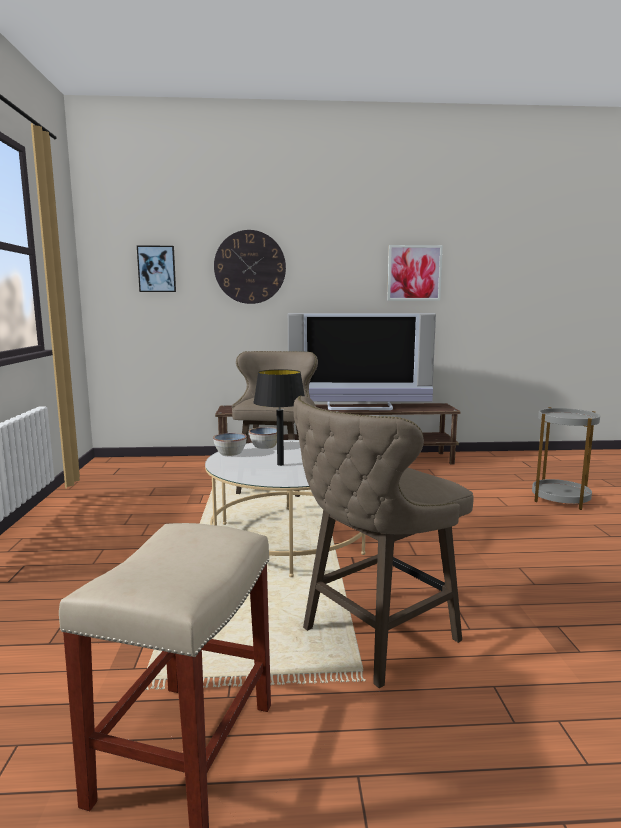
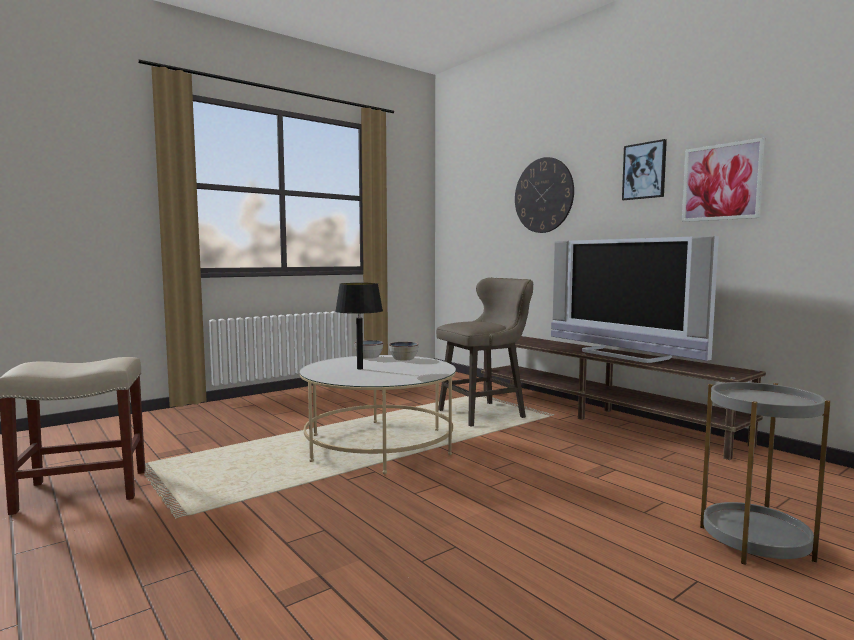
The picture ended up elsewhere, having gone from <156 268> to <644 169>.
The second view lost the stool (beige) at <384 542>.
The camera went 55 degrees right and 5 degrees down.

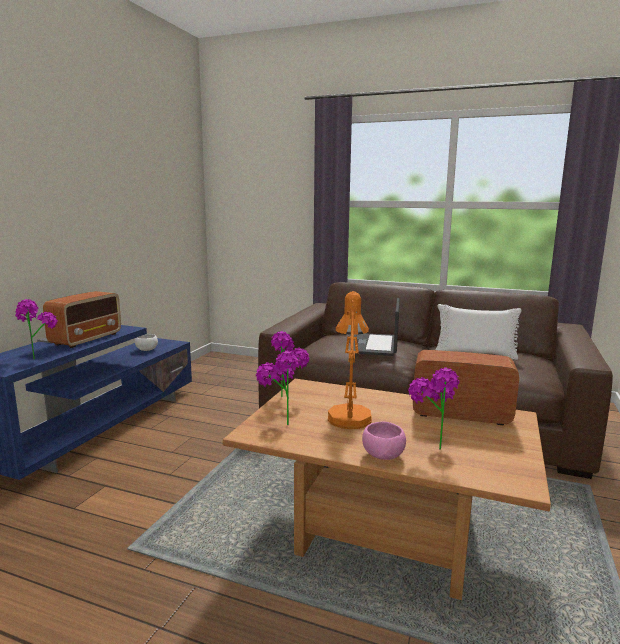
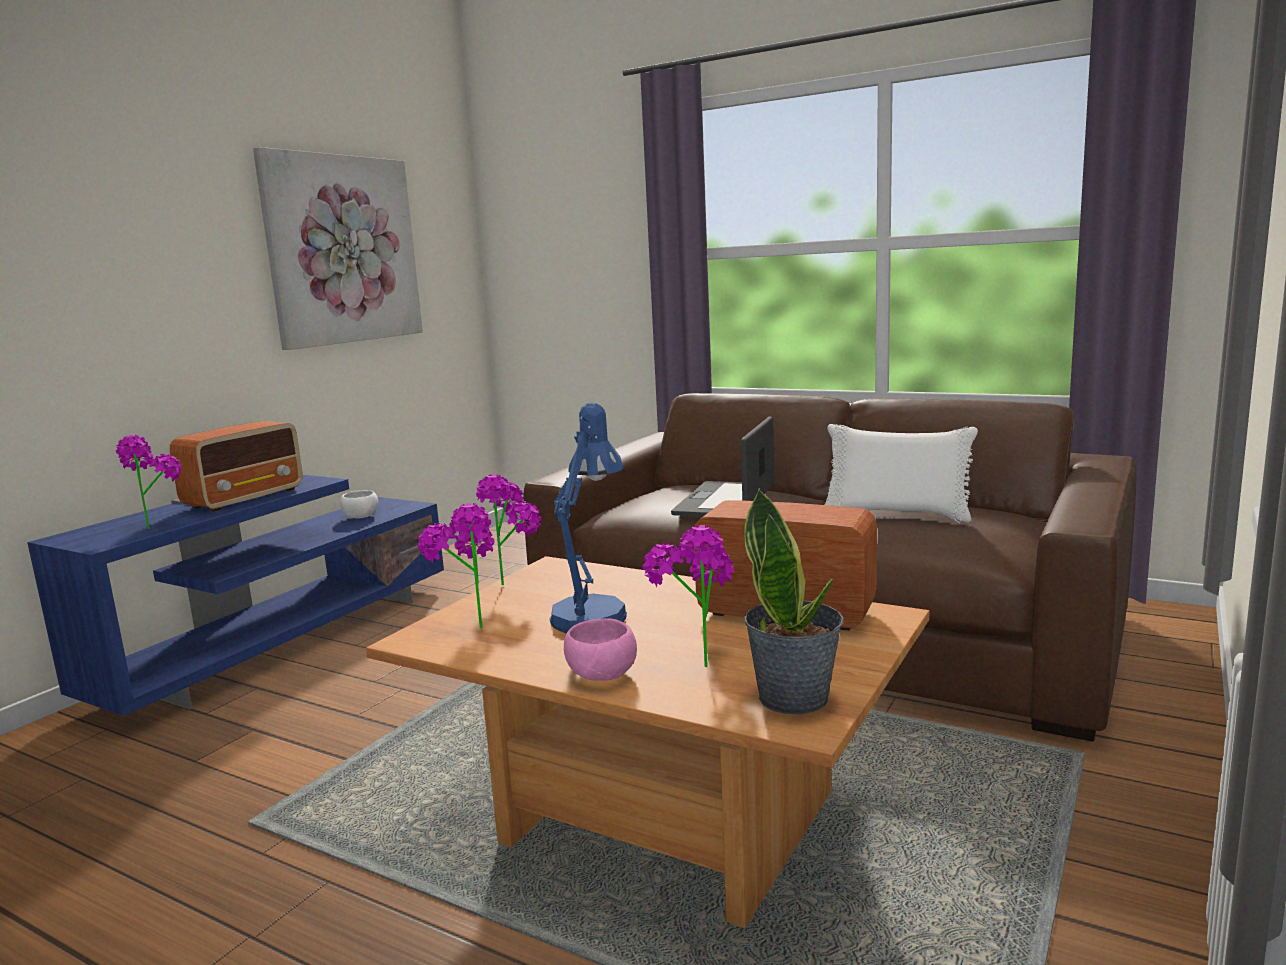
What was the table lamp (orange) at <350 360> turned into the table lamp (blue) at <588 517>.
The second view gained the picture at <338 248>.
The second view gained the potted plant at <794 601>.
The camera went 10 degrees right and 0 degrees up.

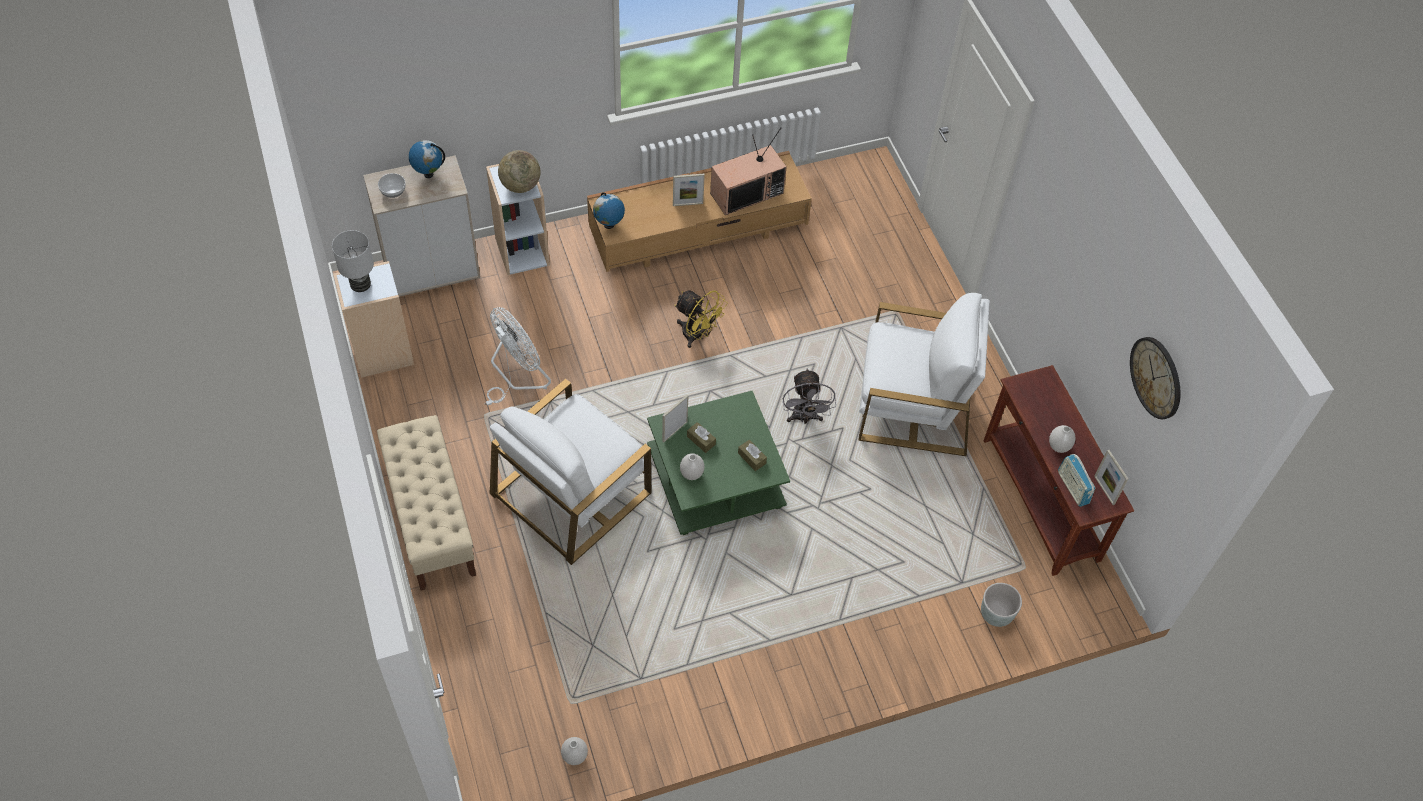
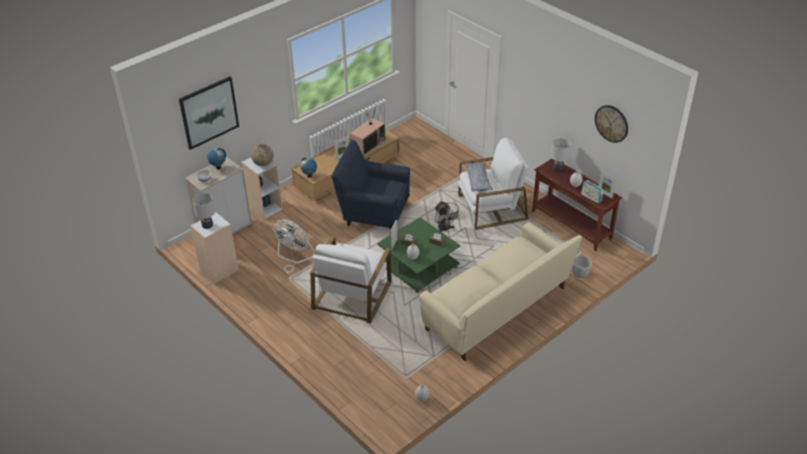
The second view lost the bench (beige) at <426 502>.
Where the fan (yellow) stood at <701 319>, the armchair (blue) came to stand at <370 184>.
The second view gained the picture at <209 113>.
The second view gained the sofa (beige) at <500 291>.
The second view gained the pillow at <479 177>.
The second view gained the table lamp (grey) at <560 155>.
The camera went 20 degrees left and 15 degrees down.

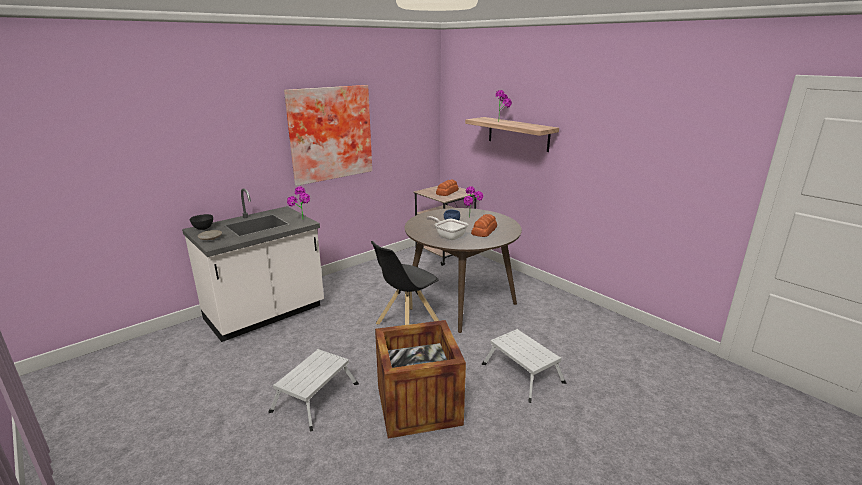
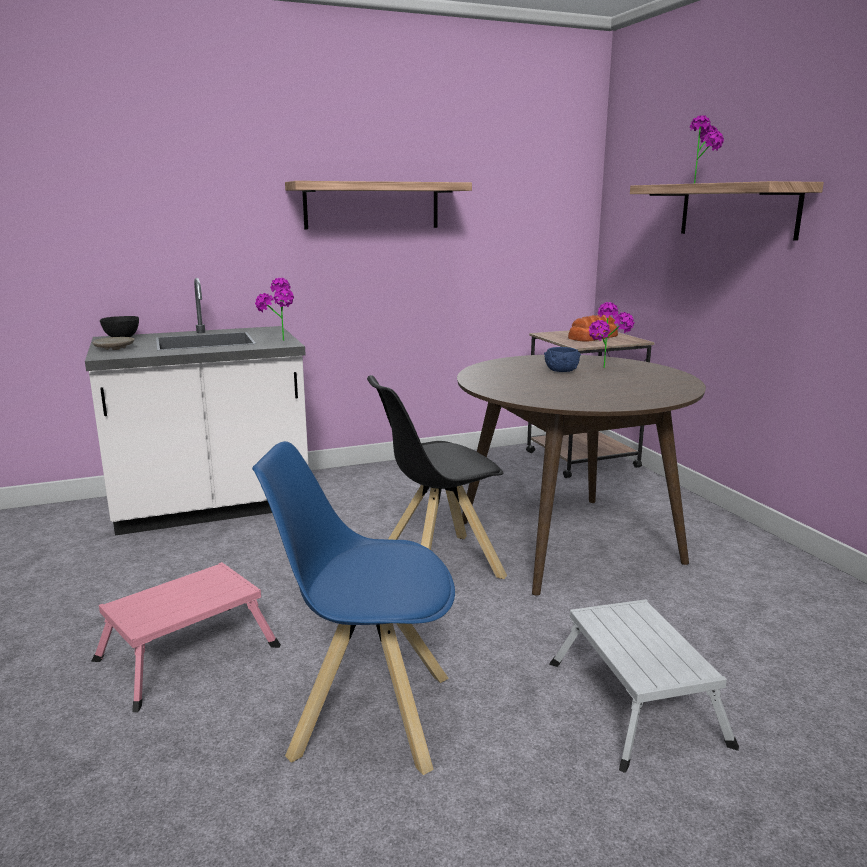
What was the step ladder (white) at <313 390> turned into the step ladder (pink) at <186 637>.
Where the picture hung at <328 135>, the shelf came to hang at <378 205>.
Where the crate stood at <420 379>, the chair (blue) came to stand at <353 608>.
The second view lost the frying pan at <447 228>.
The second view lost the bread at <484 225>.
The camera went 20 degrees right and 5 degrees down.

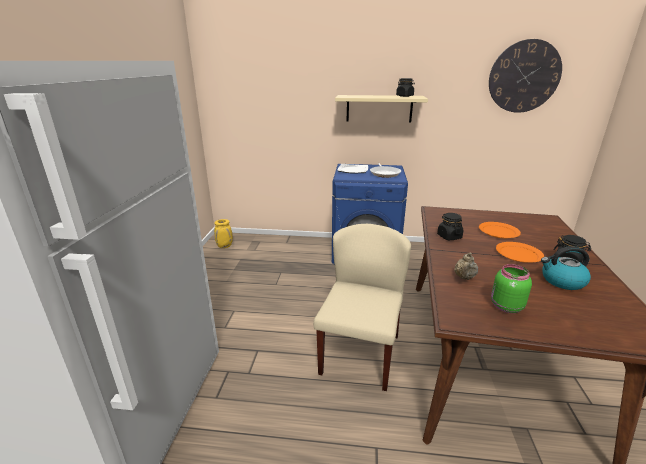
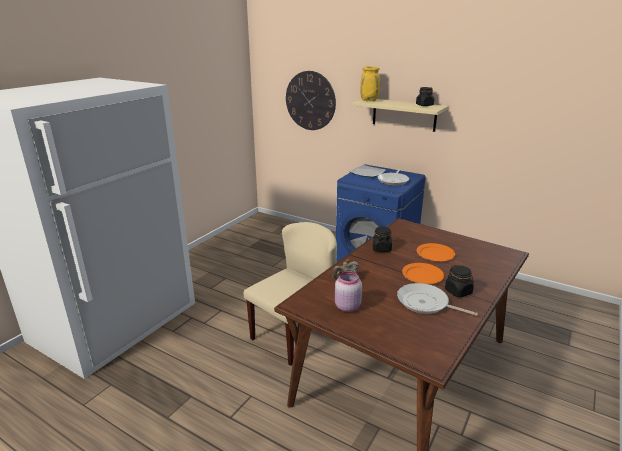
The vase (yellow) ended up elsewhere, having gone from <223 233> to <370 84>.
The wall clock ended up elsewhere, having gone from <525 76> to <311 100>.
What was the jar (green) at <511 288> turned into the jar (pink) at <348 291>.
Where the kettle stood at <566 268>, the frying pan came to stand at <437 299>.
The camera went 25 degrees right and 0 degrees up.

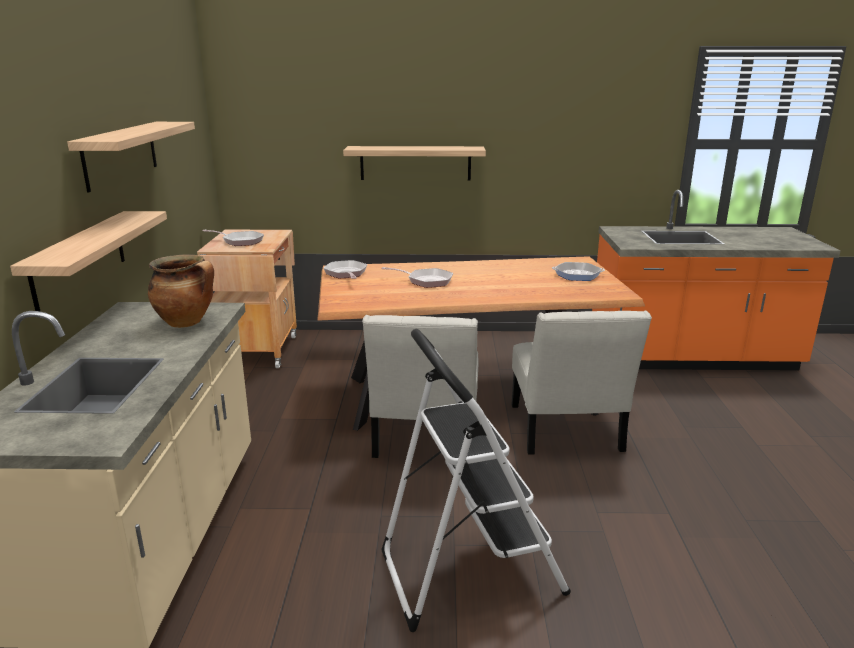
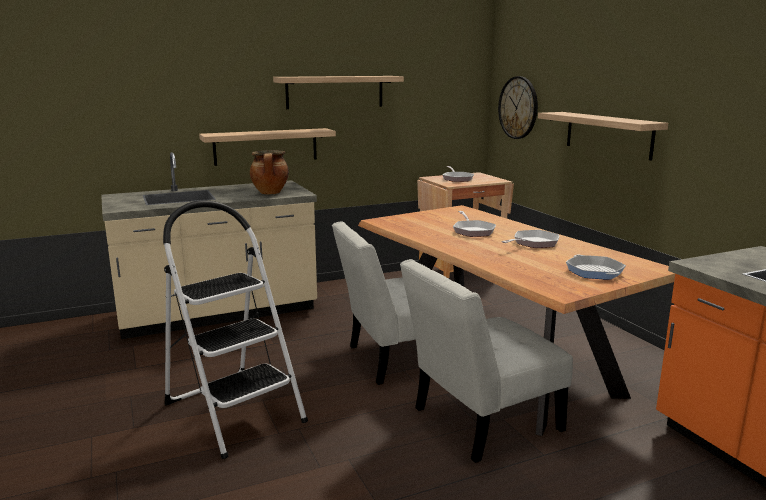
The frying pan ended up elsewhere, having gone from <345 269> to <530 239>.
The second view gained the wall clock at <518 107>.
The camera went 65 degrees right and 5 degrees down.

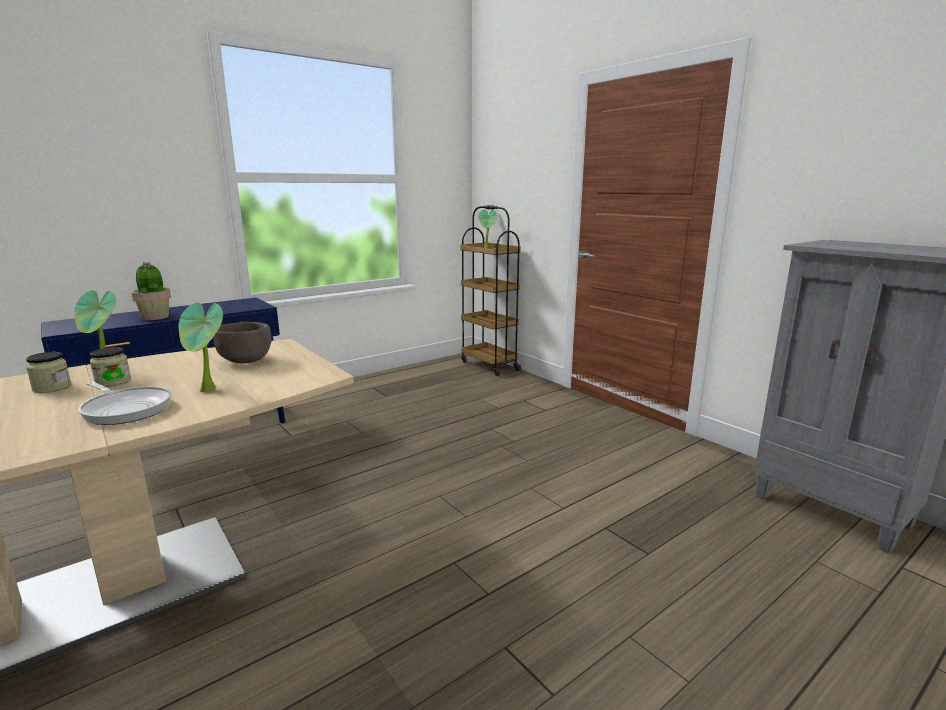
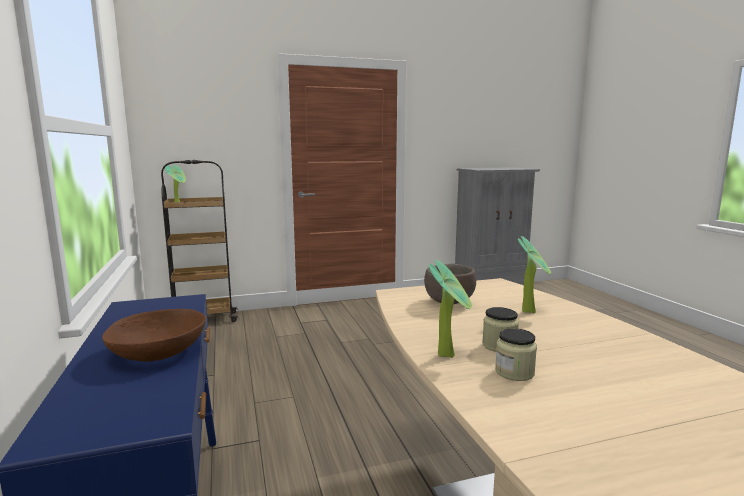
The second view lost the frying pan at <125 403>.
Where the potted plant stood at <151 291>, the bowl (brown) came to stand at <154 335>.
The camera went 70 degrees left and 5 degrees down.

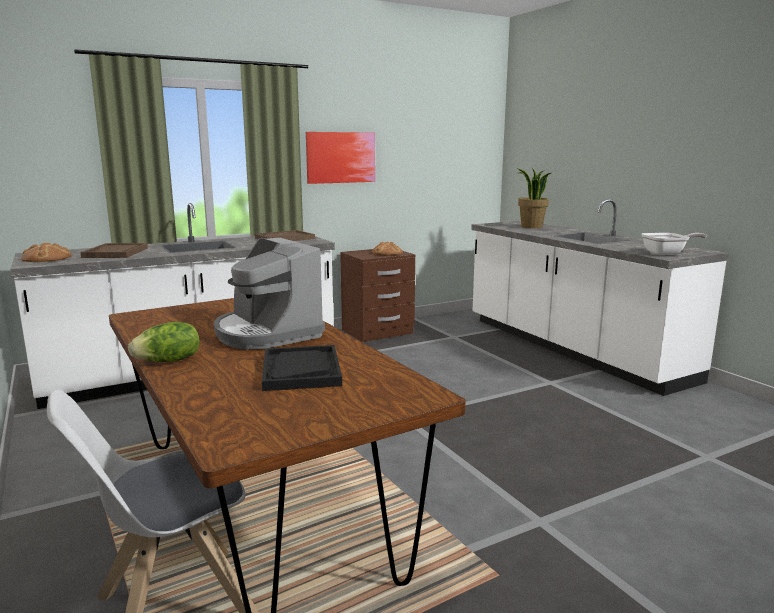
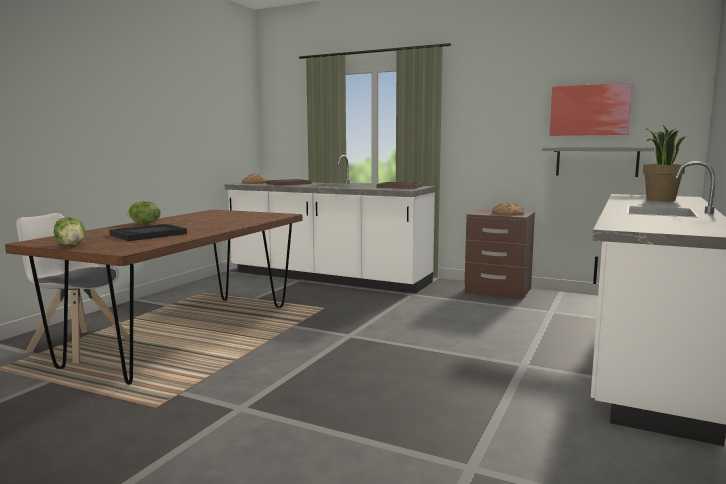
The second view lost the coffee machine at <269 294>.
The picture ended up elsewhere, having gone from <340 158> to <591 109>.
The second view lost the frying pan at <674 244>.
The second view gained the lettuce at <69 231>.
The second view gained the shelf (grey) at <598 162>.
The camera went 55 degrees right and 5 degrees down.

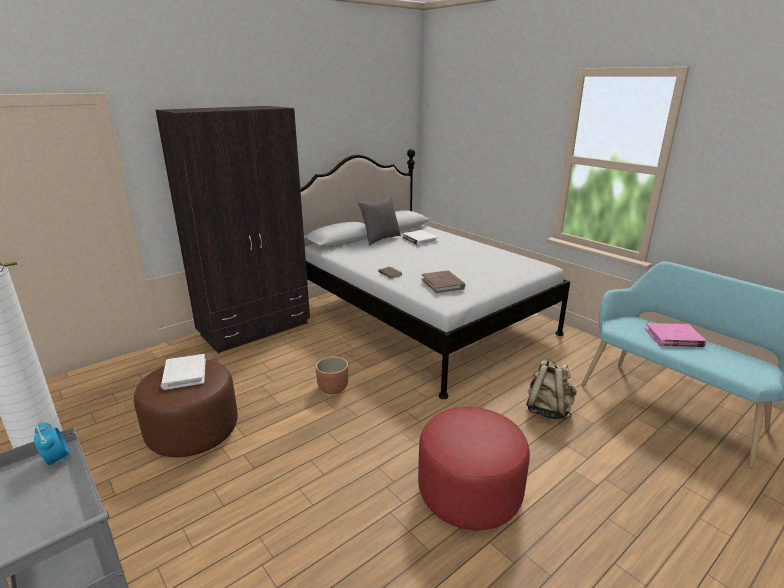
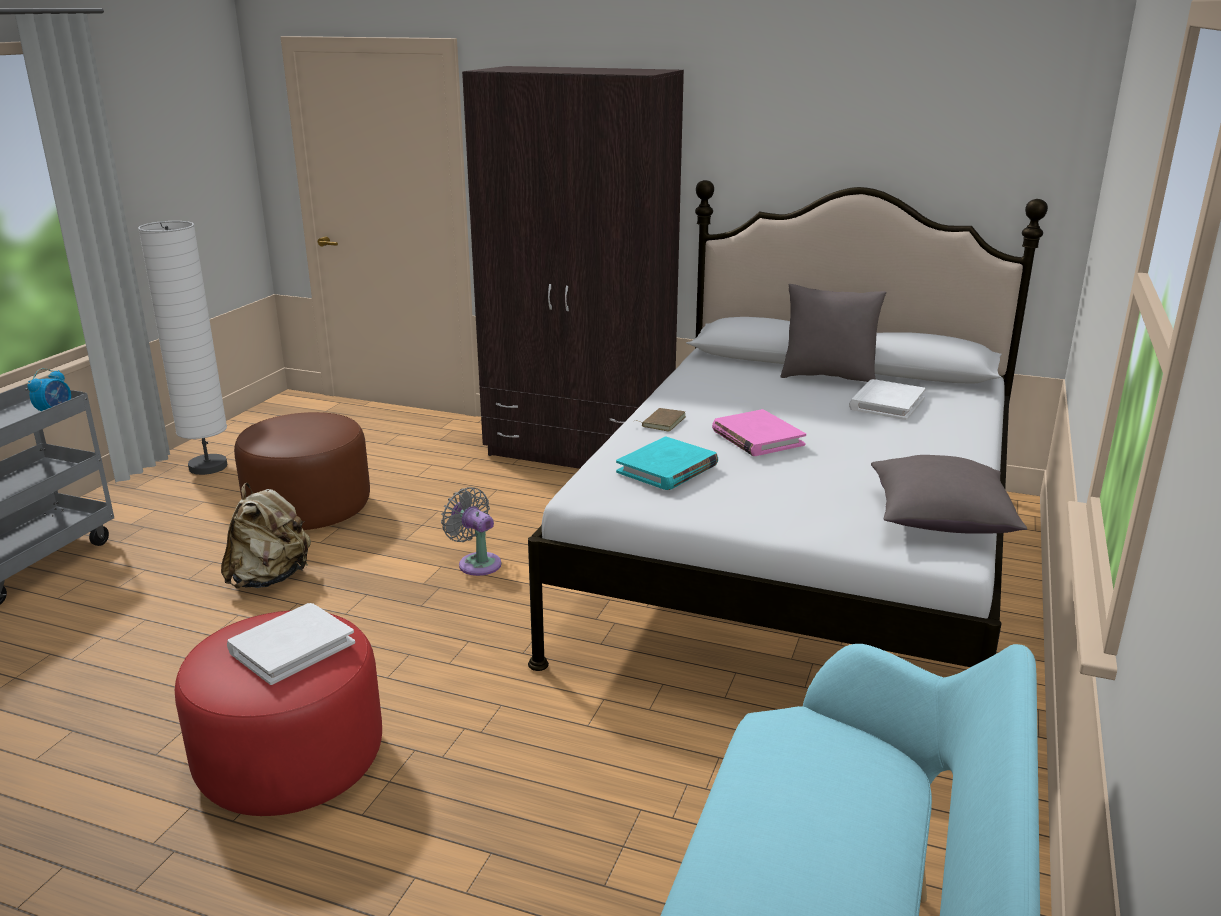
The book (white) ended up elsewhere, having gone from <183 372> to <291 644>.
Where the planter (brown) stood at <332 375>, the fan (grey) came to stand at <471 531>.
What was the book (brown) at <443 281> turned into the book (turquoise) at <667 463>.
The backpack (beige) ended up elsewhere, having gone from <551 389> to <266 535>.
The book (pink) ended up elsewhere, having gone from <675 335> to <759 432>.
The second view gained the pillow (grey) at <949 494>.
The camera went 60 degrees right and 0 degrees up.

